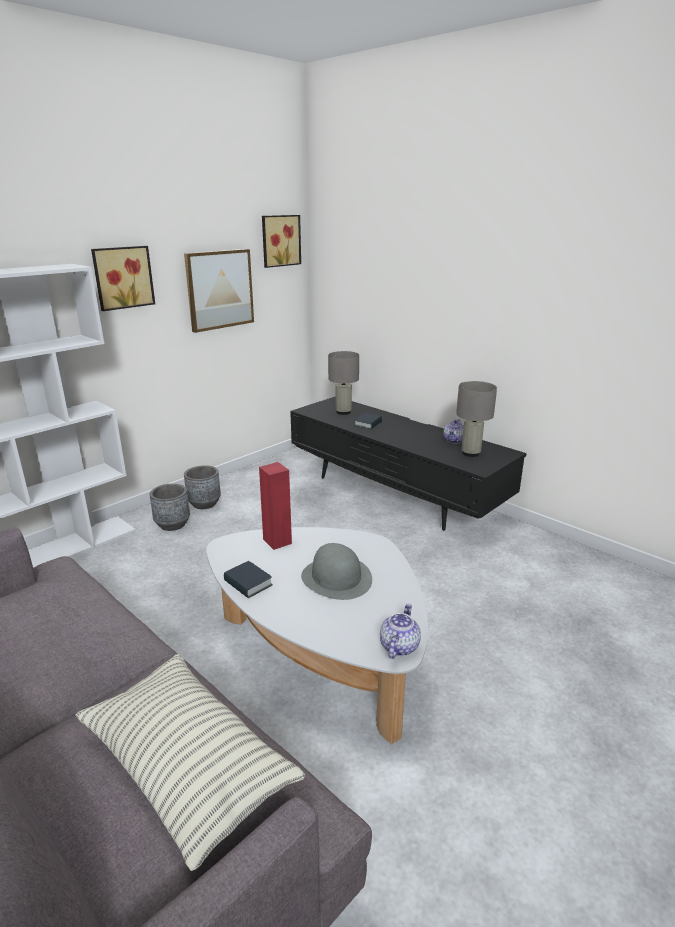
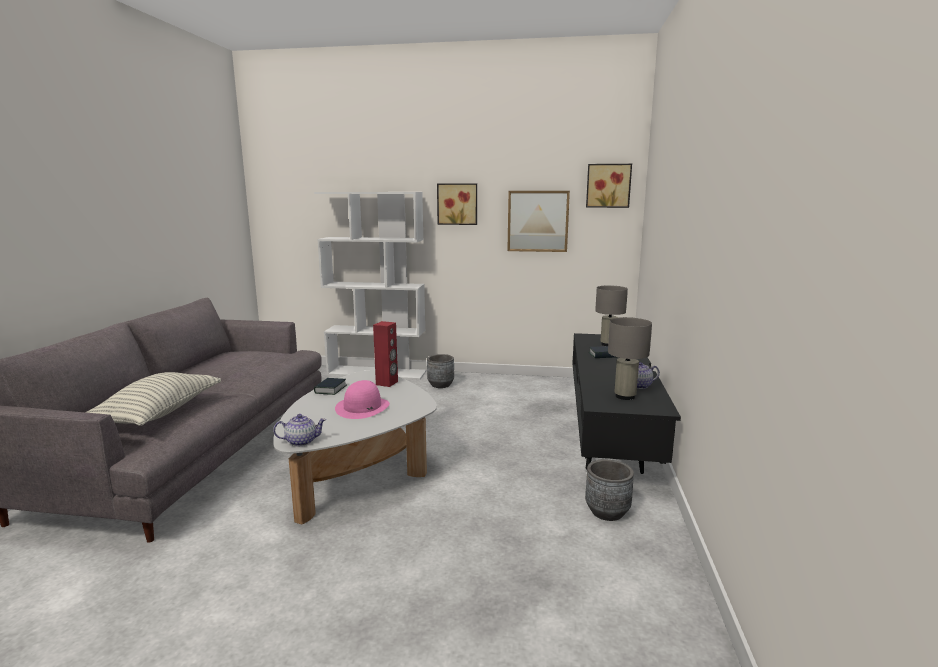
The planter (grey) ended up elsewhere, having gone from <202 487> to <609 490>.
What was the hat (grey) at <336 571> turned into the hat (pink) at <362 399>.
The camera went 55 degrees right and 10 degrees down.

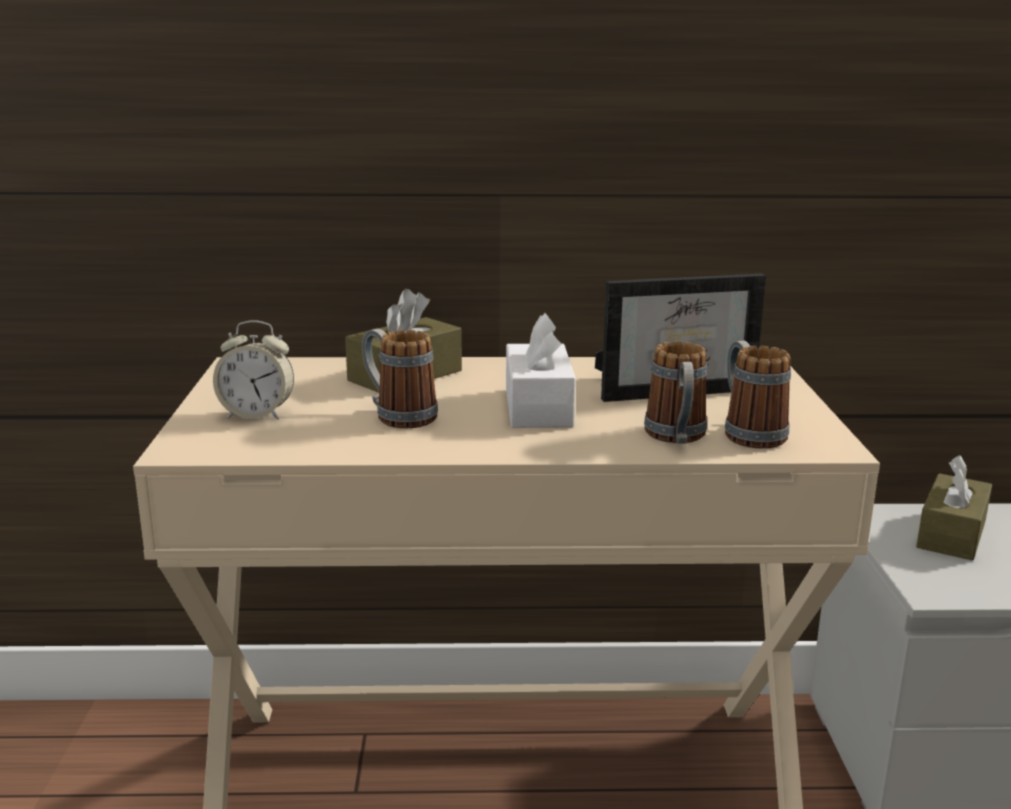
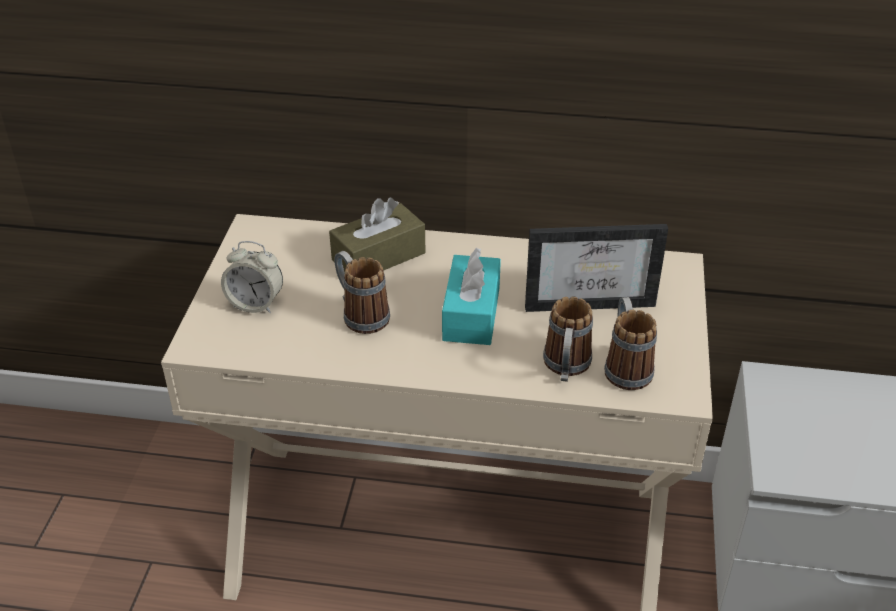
What was the tissue box (white) at <541 370> turned into the tissue box (turquoise) at <471 296>.
The second view lost the tissue box (brown) at <954 507>.
The camera went 10 degrees right and 20 degrees up.

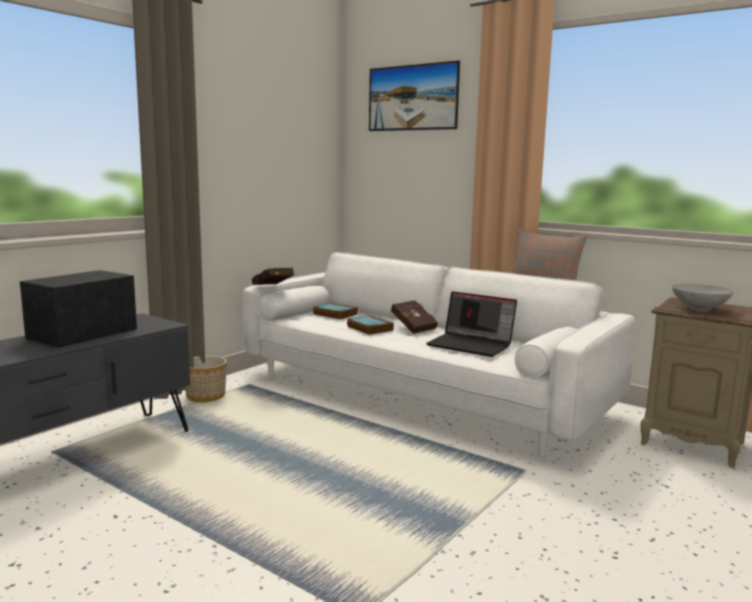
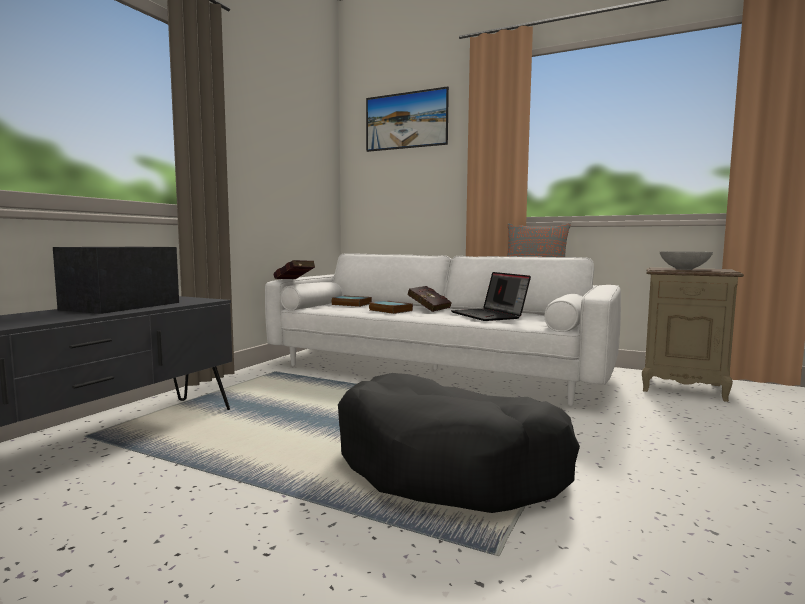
The second view lost the planter at <206 379>.
The laptop at <471 324> ended up facing another way, 45 degrees clockwise from before.
The second view gained the dog bed (black) at <459 443>.
The camera went 10 degrees left and 5 degrees down.

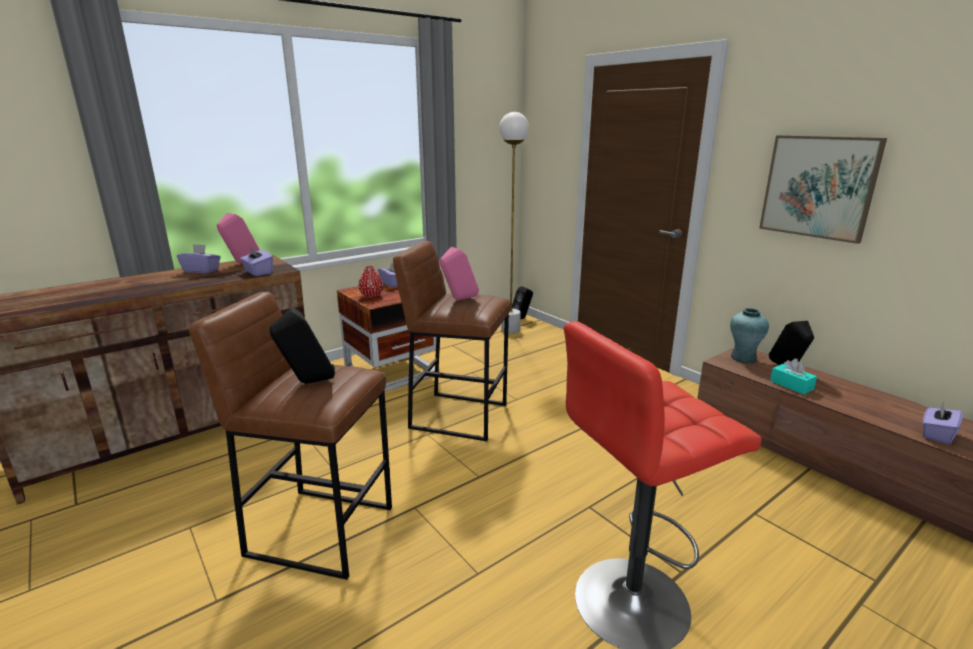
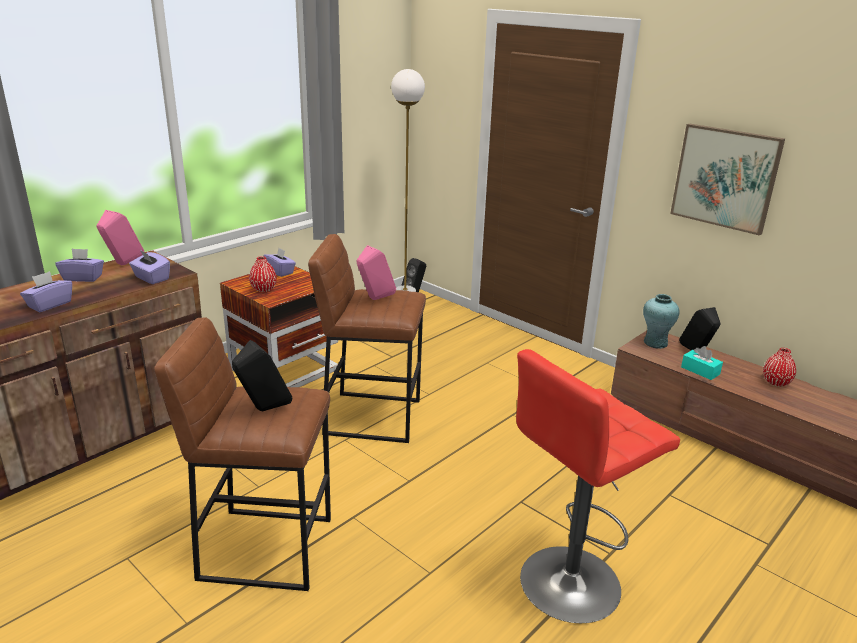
The tissue box (purple) ended up elsewhere, having gone from <943 422> to <46 291>.
The second view gained the vase (red) at <779 367>.
The camera went 10 degrees left and 5 degrees up.

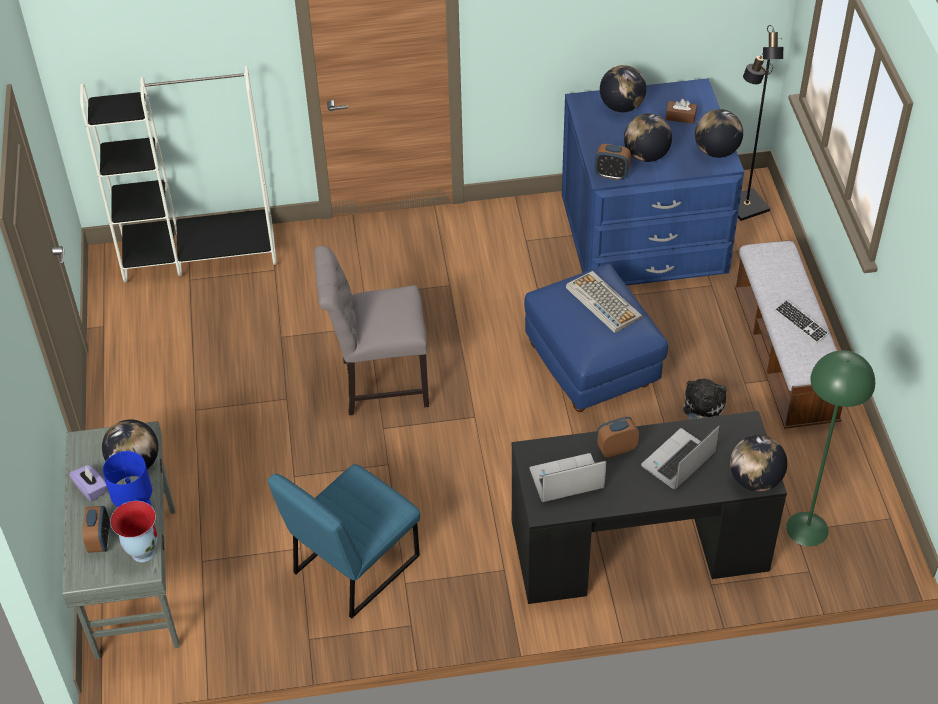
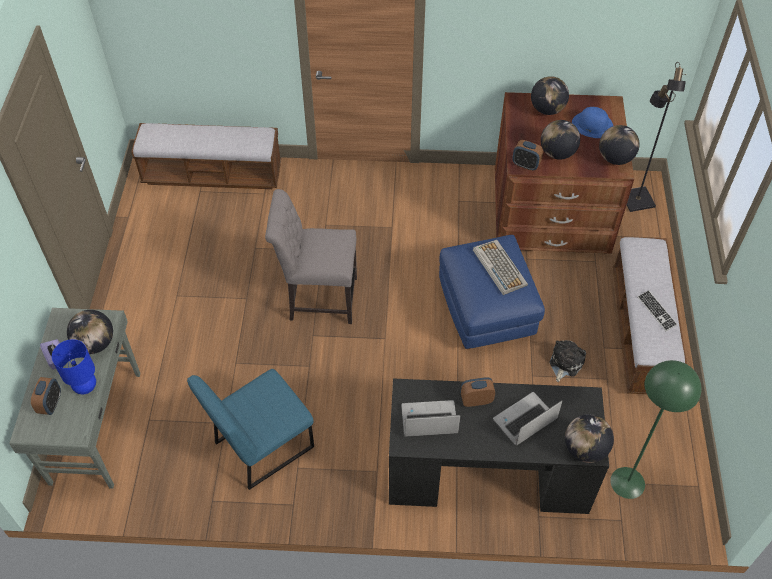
Where the clothes rack (black) stood at <178 174>, the bench came to stand at <206 156>.
The second view lost the vase at <134 531>.
What was the dresser (blue) at <653 182> turned into the dresser (brown) at <564 173>.
Where the tissue box (brown) stood at <681 111>, the hat (blue) came to stand at <592 122>.
The camera went 10 degrees right and 5 degrees up.

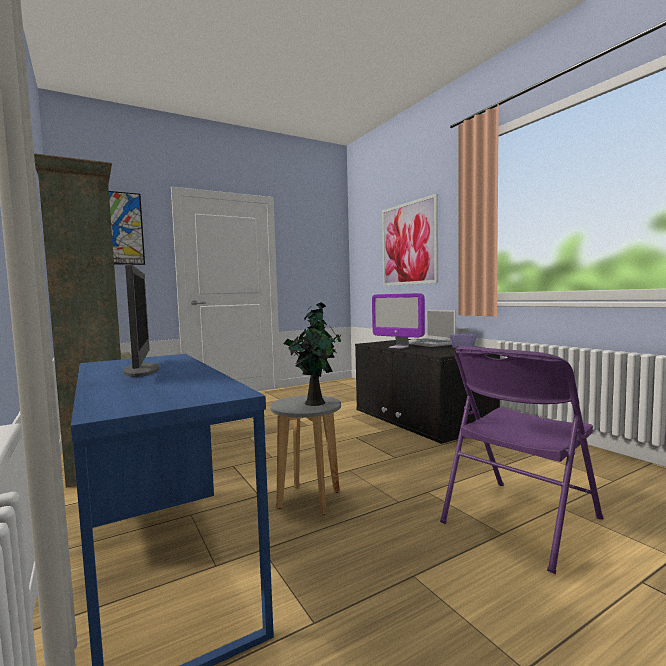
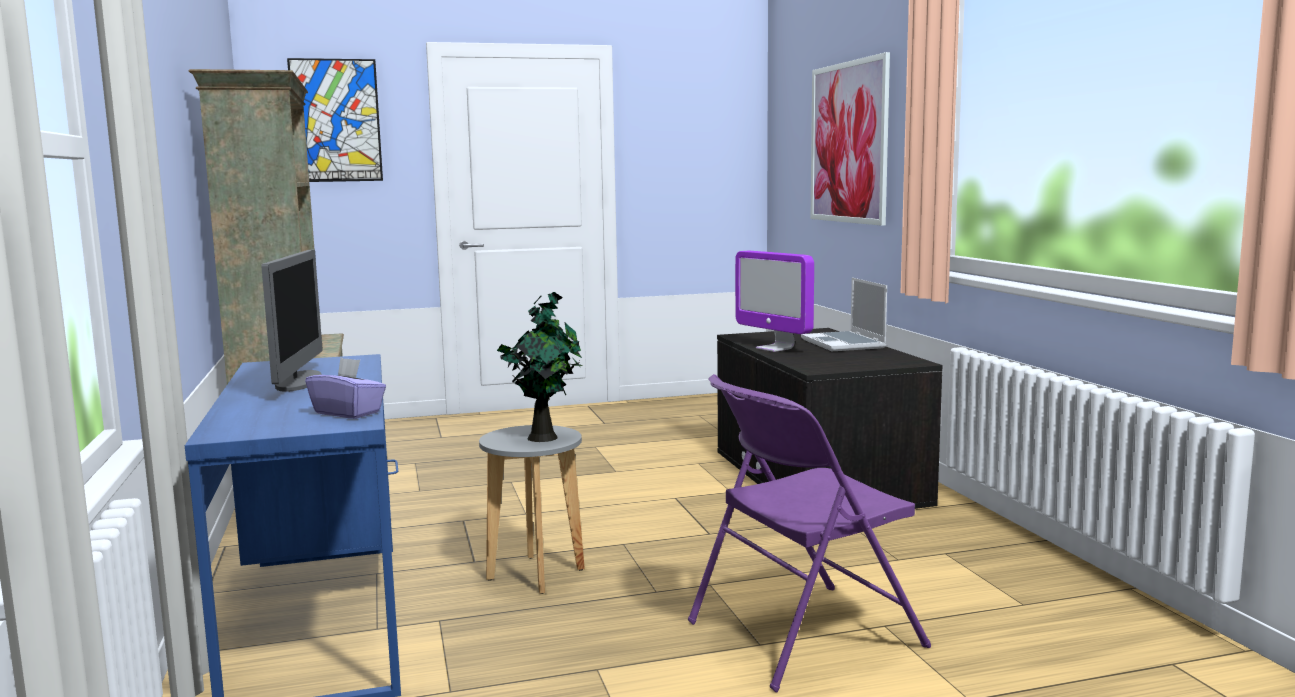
The tissue box (purple) ended up elsewhere, having gone from <463 338> to <345 388>.
The camera went 15 degrees right and 5 degrees up.

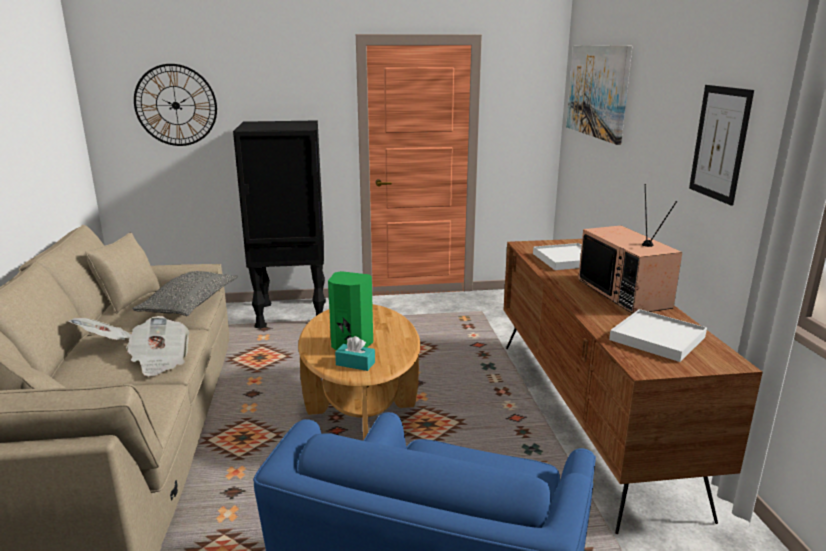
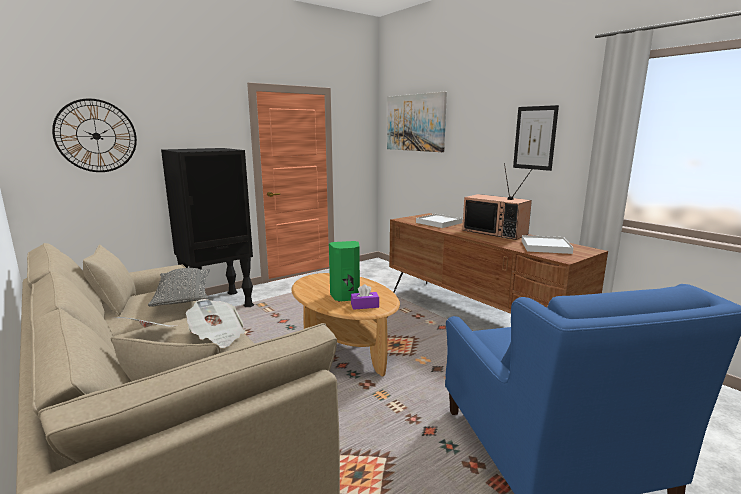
What was the tissue box (turquoise) at <355 353> turned into the tissue box (purple) at <365 297>.
The camera went 30 degrees left and 5 degrees down.

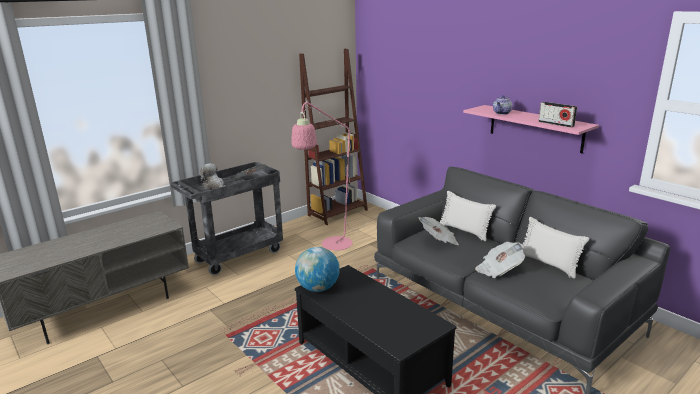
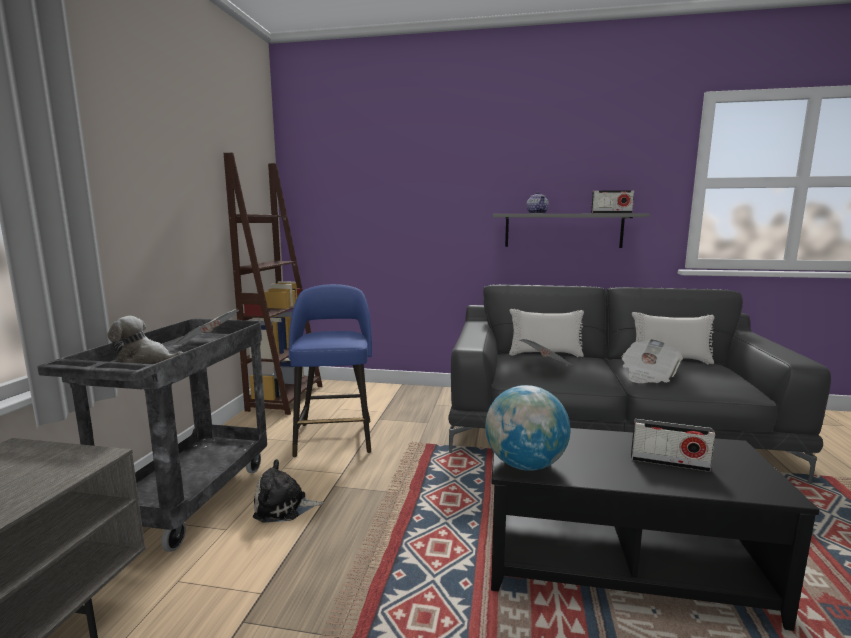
Where the floor lamp (pink) stood at <334 176>, the stool (blue) came to stand at <330 370>.
What was the shelf (pink) at <531 129> turned into the shelf (grey) at <571 230>.
The second view gained the plush toy at <288 491>.
The second view gained the radio at <673 445>.
The camera went 40 degrees left and 10 degrees down.

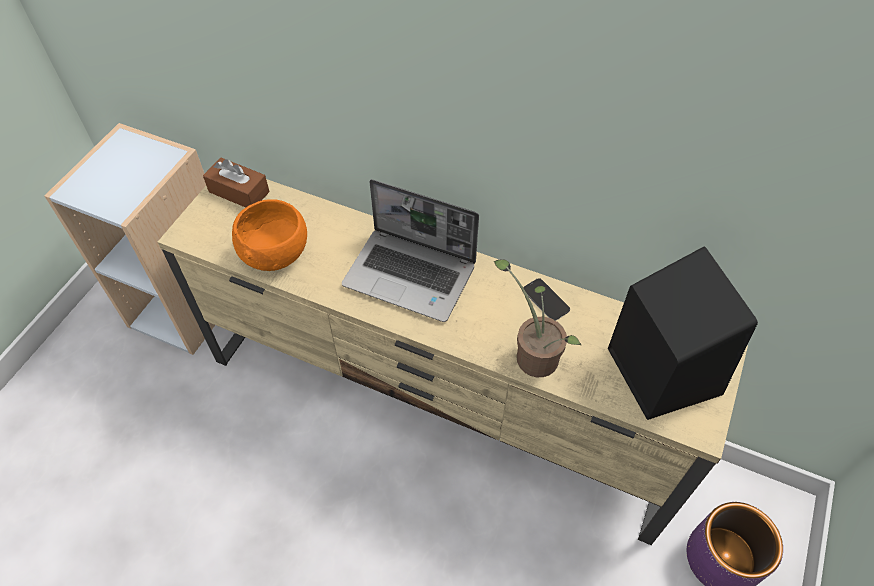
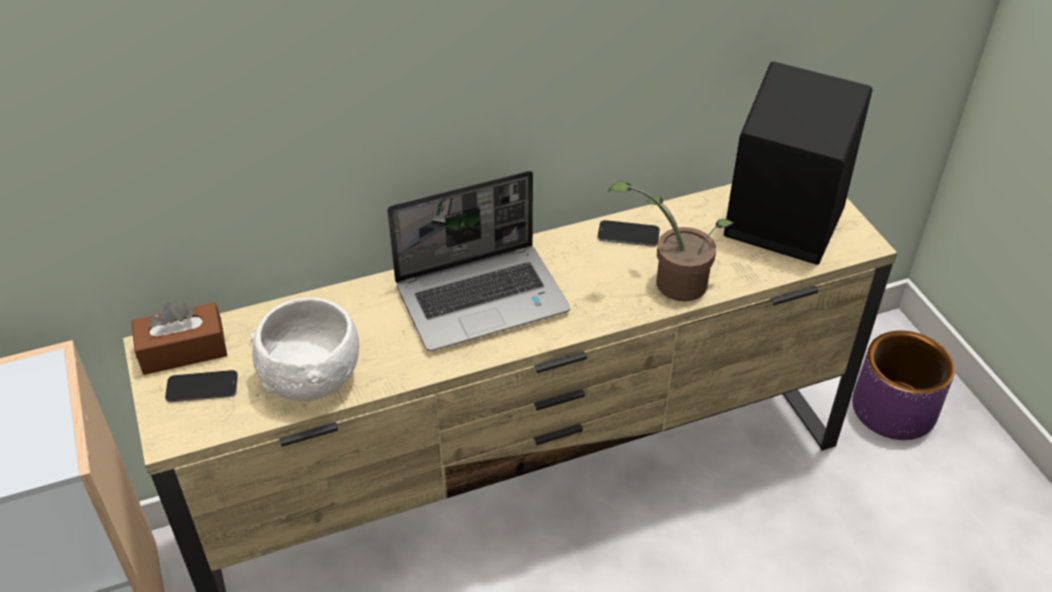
What was the bowl (orange) at <269 235> turned into the bowl (white) at <305 349>.
The second view gained the phone at <201 386>.
The camera went 45 degrees left and 10 degrees down.

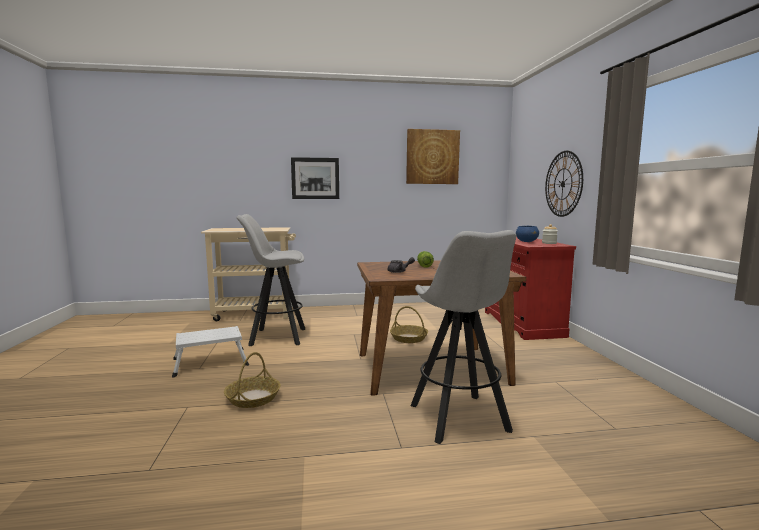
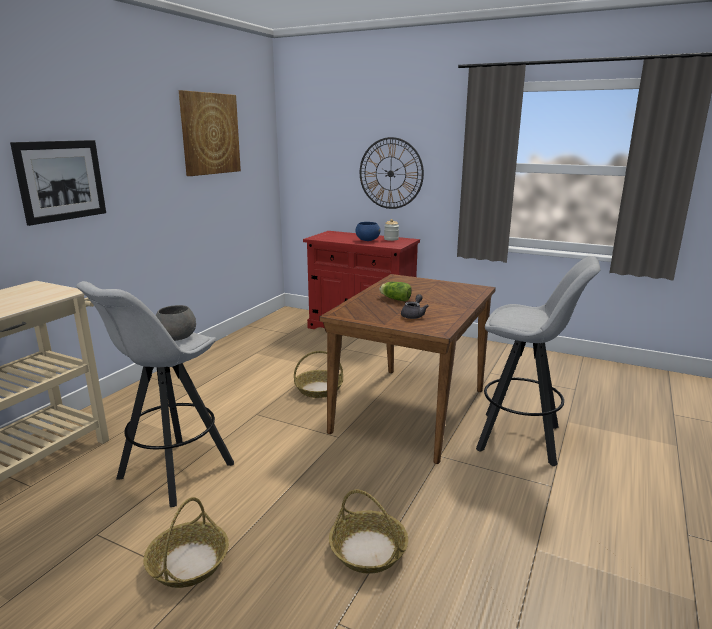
Where the step ladder (white) stood at <210 352>, the basket came to stand at <186 542>.
The second view gained the bowl (grey) at <176 323>.
The camera went 55 degrees left and 10 degrees up.

